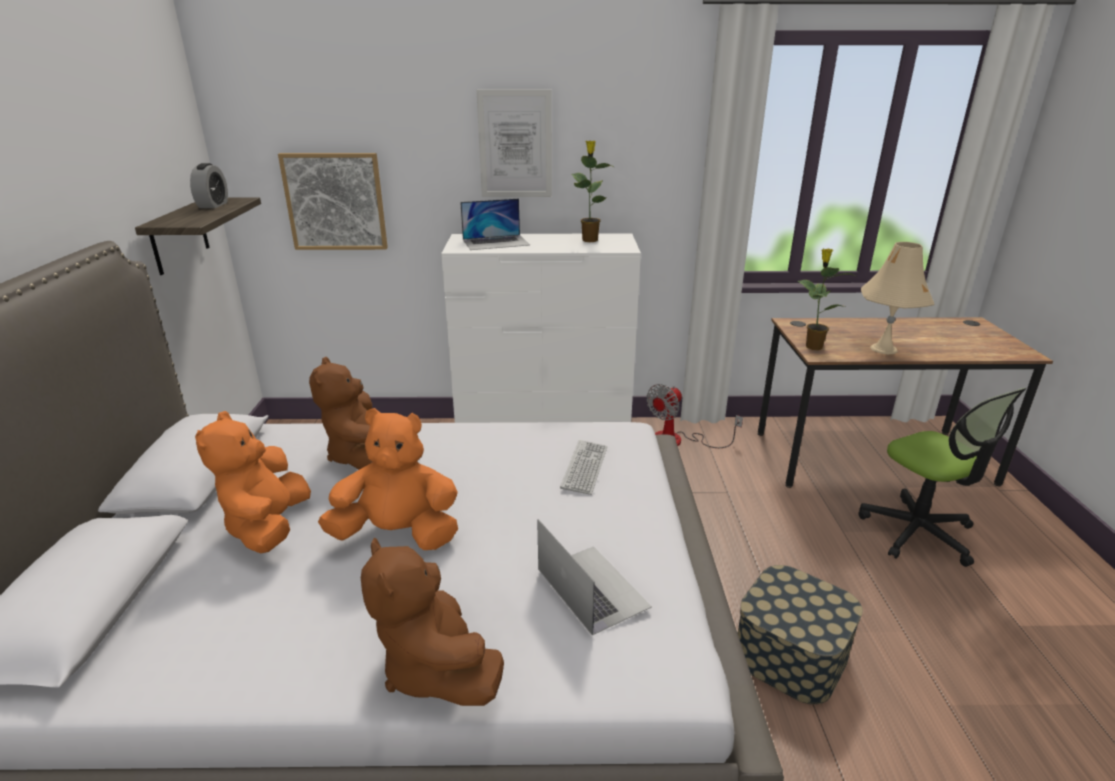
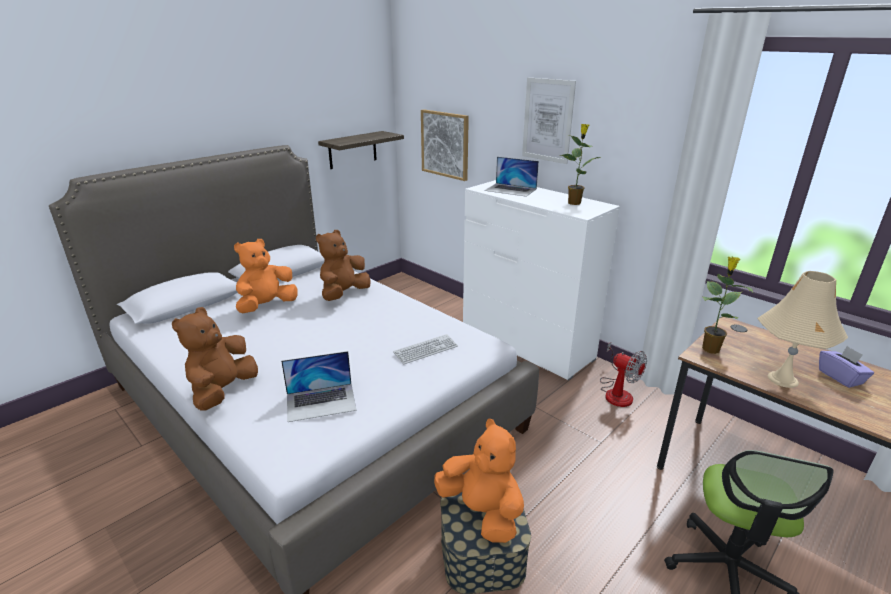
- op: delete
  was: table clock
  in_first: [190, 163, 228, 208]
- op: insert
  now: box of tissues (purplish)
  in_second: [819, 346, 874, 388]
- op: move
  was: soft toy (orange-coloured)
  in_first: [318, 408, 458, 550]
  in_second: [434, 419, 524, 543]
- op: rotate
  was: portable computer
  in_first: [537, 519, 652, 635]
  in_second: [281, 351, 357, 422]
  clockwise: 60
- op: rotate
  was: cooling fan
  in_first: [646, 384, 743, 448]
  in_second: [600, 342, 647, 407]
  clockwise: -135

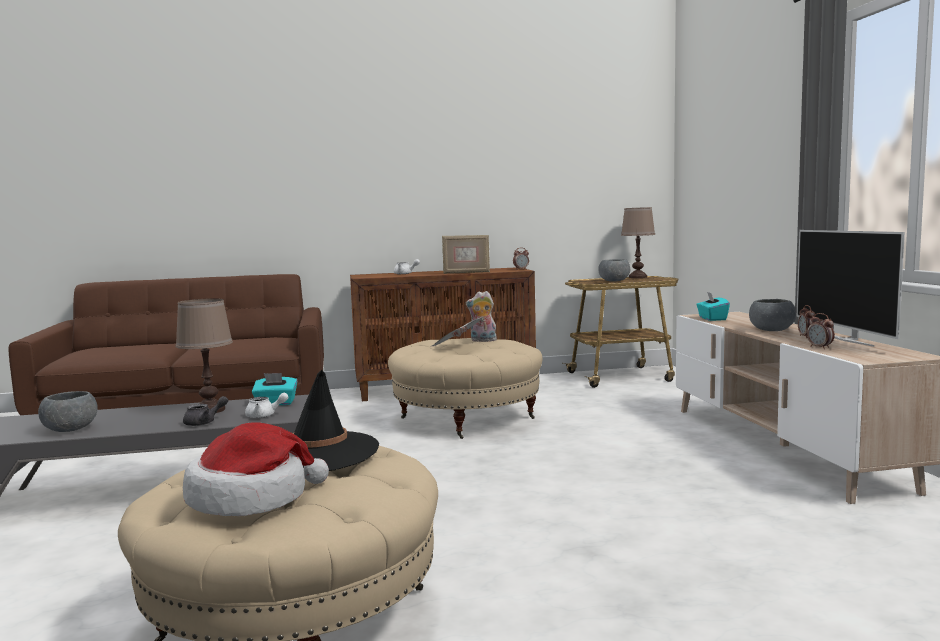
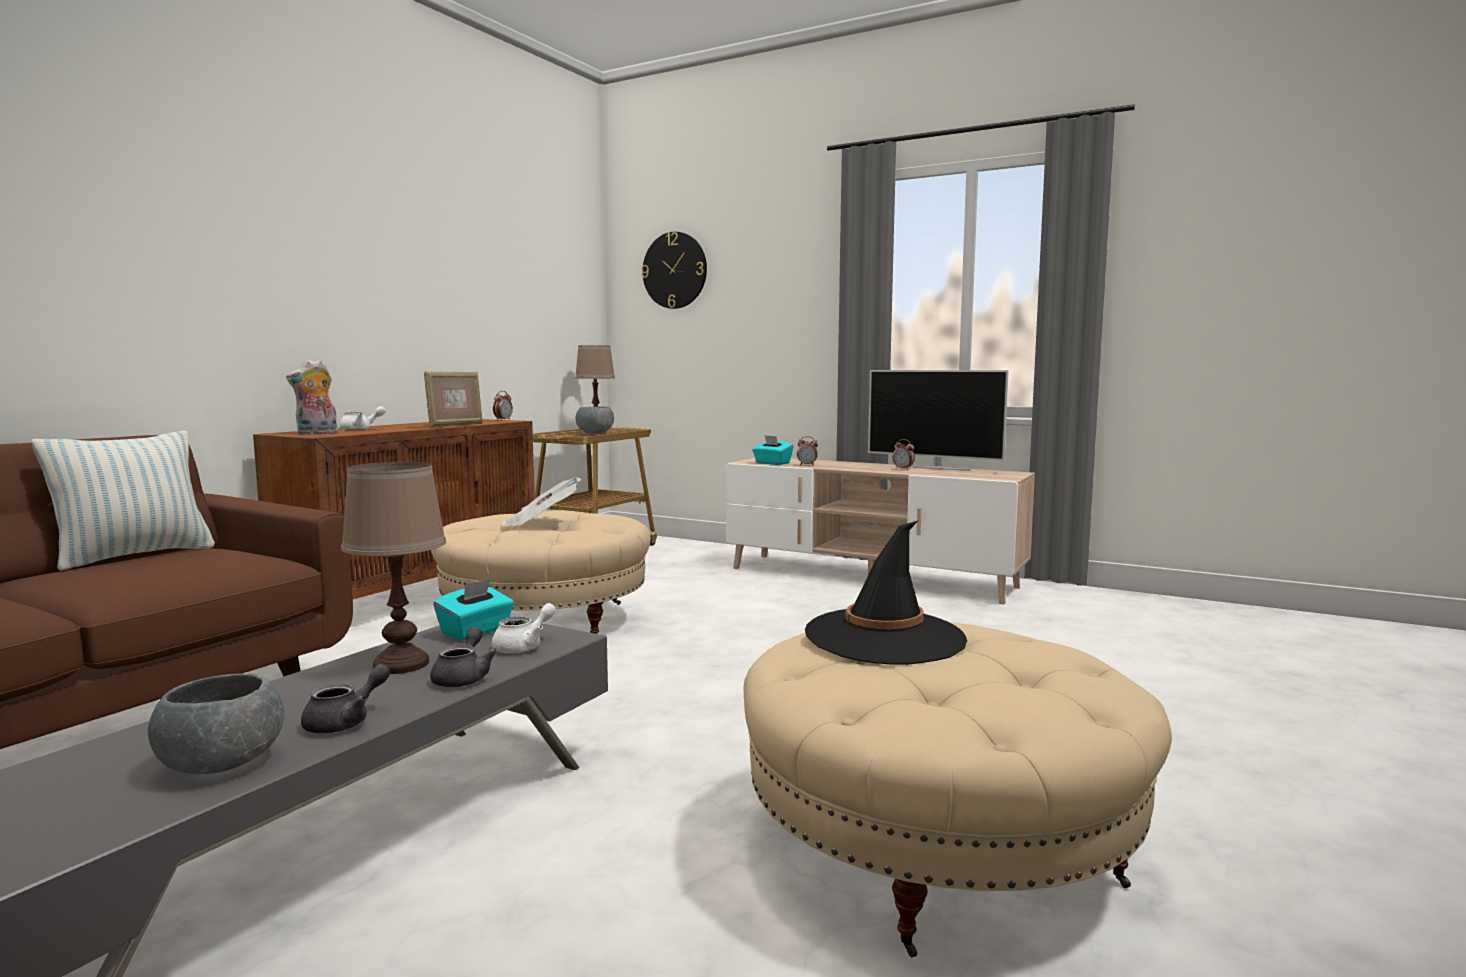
- op: delete
  was: clothing hat
  in_first: [183, 422, 329, 516]
- op: delete
  was: deep dish (grey)
  in_first: [749, 299, 797, 331]
- op: insert
  now: pillow
  in_second: [32, 431, 215, 571]
- op: insert
  now: tea pot (grey)
  in_second: [301, 664, 390, 733]
- op: insert
  now: hanging clock
  in_second: [641, 232, 707, 309]
- op: move
  was: soft toy
  in_first: [466, 291, 497, 342]
  in_second: [286, 359, 338, 435]
- op: move
  was: table clock
  in_first: [807, 313, 835, 349]
  in_second: [797, 436, 818, 466]

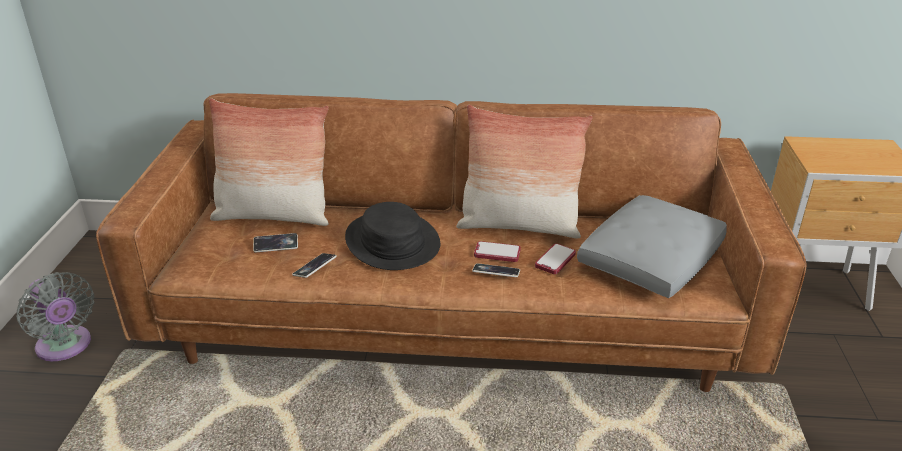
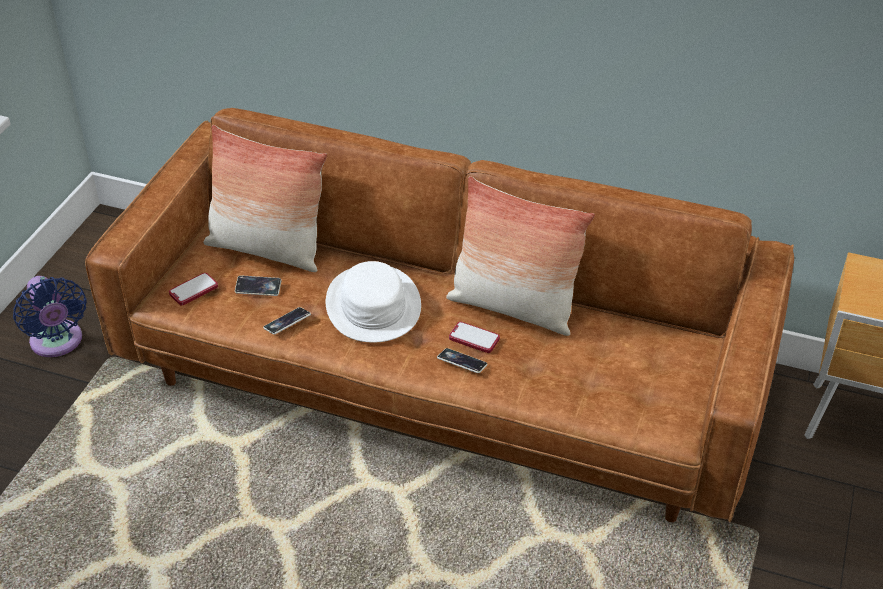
- op: delete
  was: pillow (grey)
  in_first: [577, 195, 727, 298]
- op: move
  was: phone
  in_first: [535, 244, 576, 274]
  in_second: [169, 273, 218, 305]
- op: recolor
  was: cooling fan (grey)
  now: cooling fan (bluish)
  in_first: [16, 272, 95, 361]
  in_second: [13, 276, 87, 357]
- op: recolor
  was: clothing hat (blackish)
  now: clothing hat (whitish)
  in_first: [345, 202, 440, 270]
  in_second: [326, 261, 421, 343]

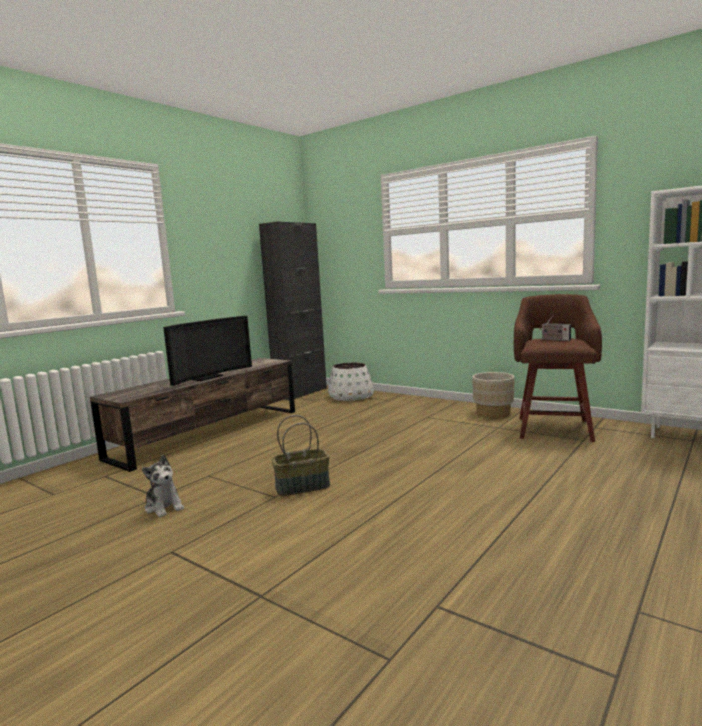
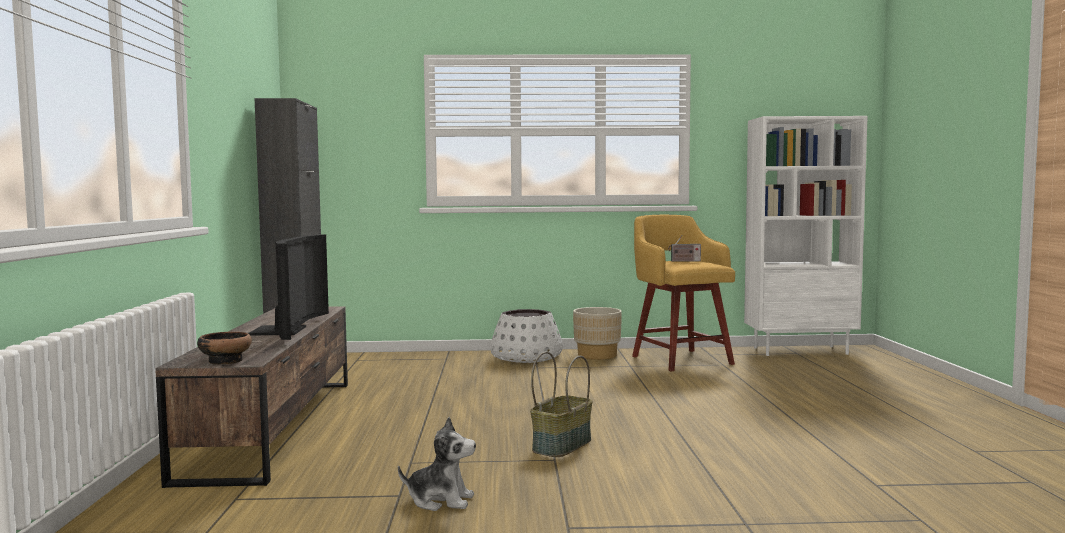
- op: insert
  now: deep dish
  in_second: [197, 332, 252, 365]
- op: move
  was: flower pot (whitish)
  in_first: [328, 362, 374, 401]
  in_second: [490, 309, 563, 363]
- op: recolor
  was: sitting stool (brown)
  now: sitting stool (yellow-coloured)
  in_first: [514, 294, 602, 442]
  in_second: [632, 215, 735, 371]

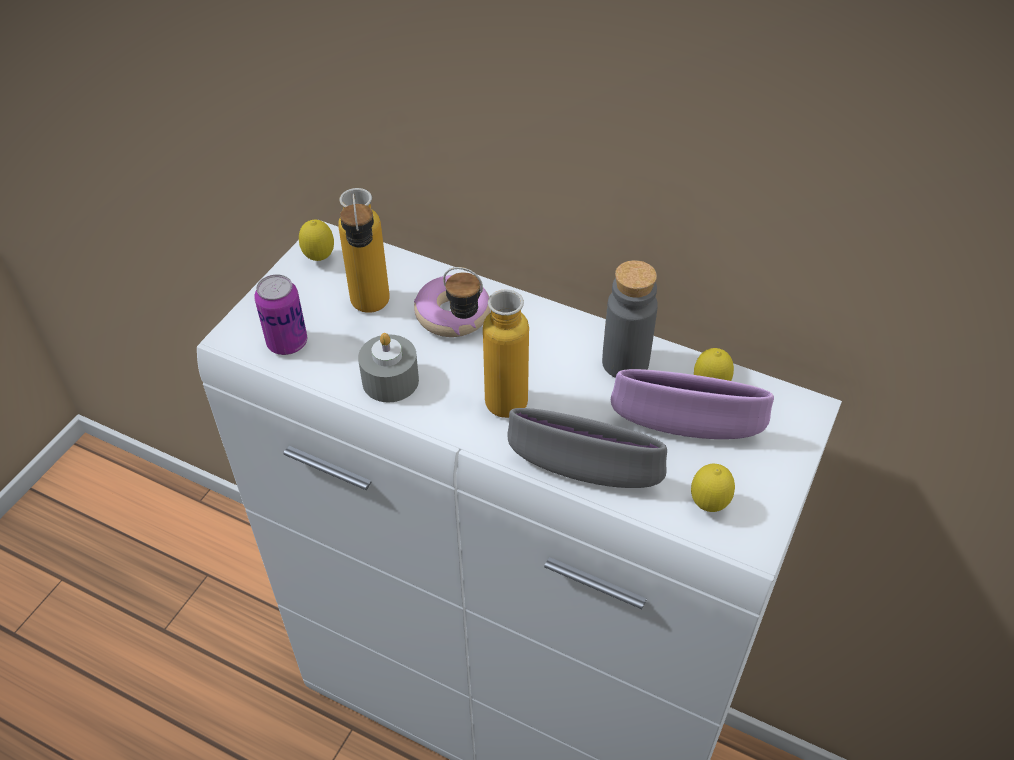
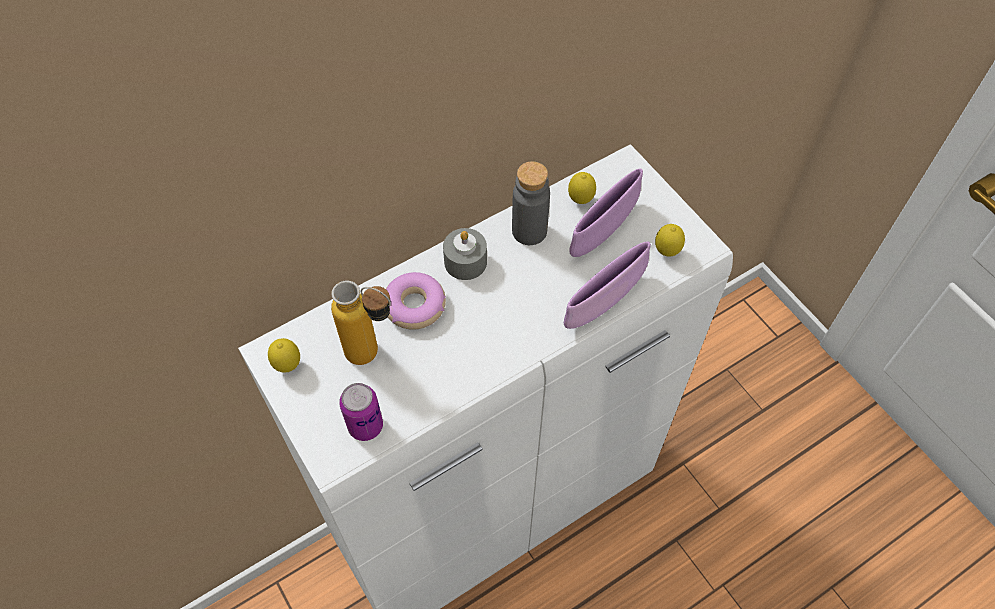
- op: delete
  was: drink bottle
  in_first: [443, 267, 529, 418]
- op: move
  was: wax candle (grey)
  in_first: [358, 333, 419, 403]
  in_second: [443, 228, 487, 280]
- op: recolor
  was: deep dish (grey)
  now: deep dish (purplish)
  in_first: [507, 408, 667, 488]
  in_second: [564, 241, 651, 329]

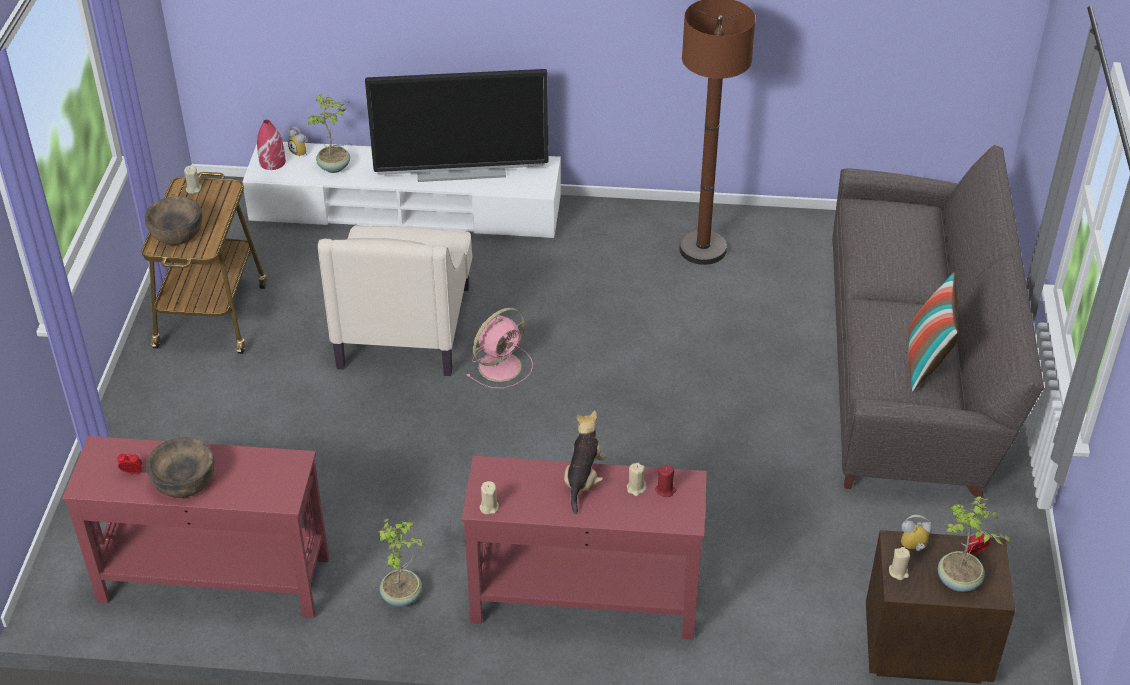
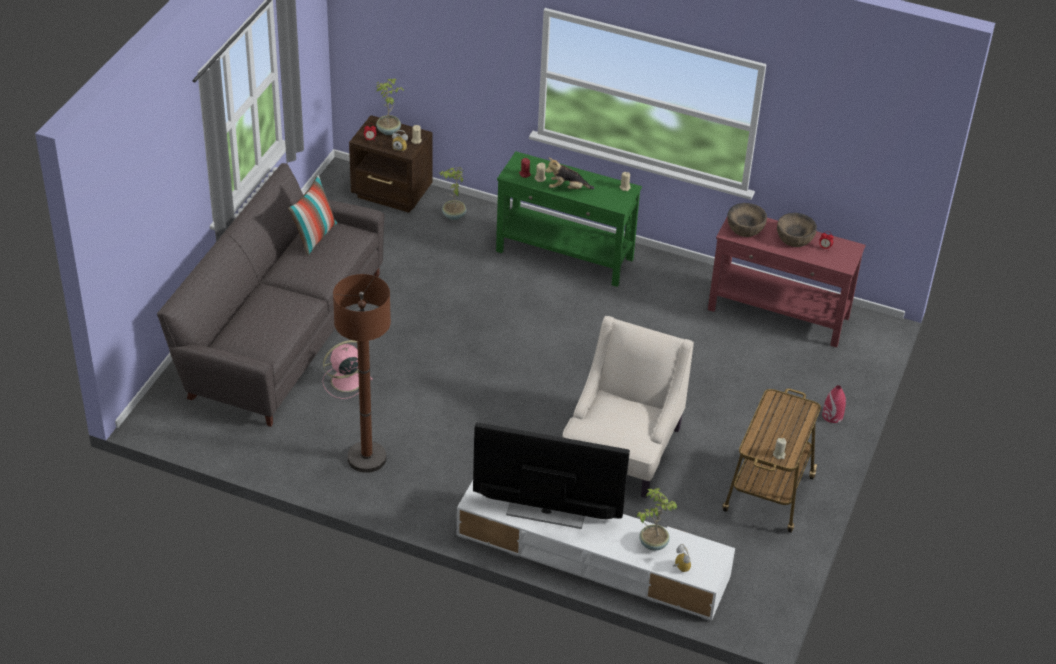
- op: move
  was: deep dish (brown)
  in_first: [144, 196, 202, 245]
  in_second: [728, 203, 767, 237]
- op: move
  was: vase (red)
  in_first: [257, 120, 286, 170]
  in_second: [822, 385, 846, 423]
- op: move
  was: potted plant
  in_first: [378, 518, 425, 607]
  in_second: [439, 167, 466, 220]
- op: move
  was: cooling fan (pinkish)
  in_first: [466, 308, 533, 388]
  in_second: [322, 340, 373, 399]
- op: recolor
  was: narrow table (red)
  now: narrow table (green-coloured)
  in_first: [462, 455, 707, 639]
  in_second: [496, 151, 642, 287]
- op: rotate
  was: soft toy
  in_first: [564, 410, 605, 514]
  in_second: [545, 158, 594, 189]
  clockwise: 60

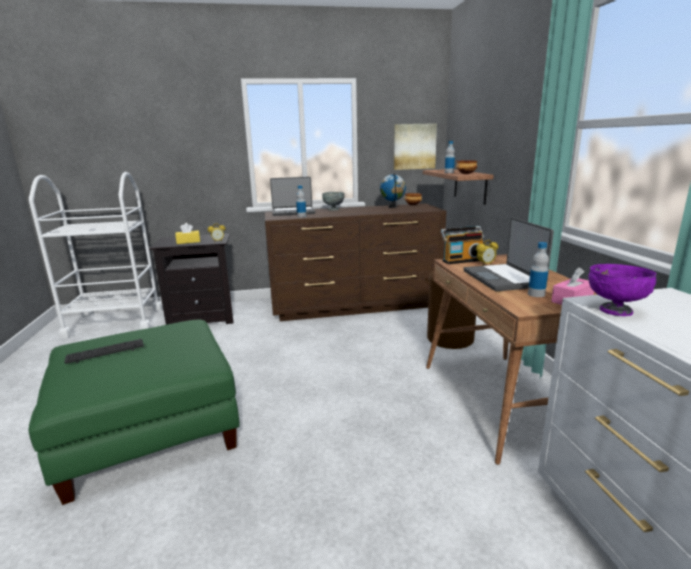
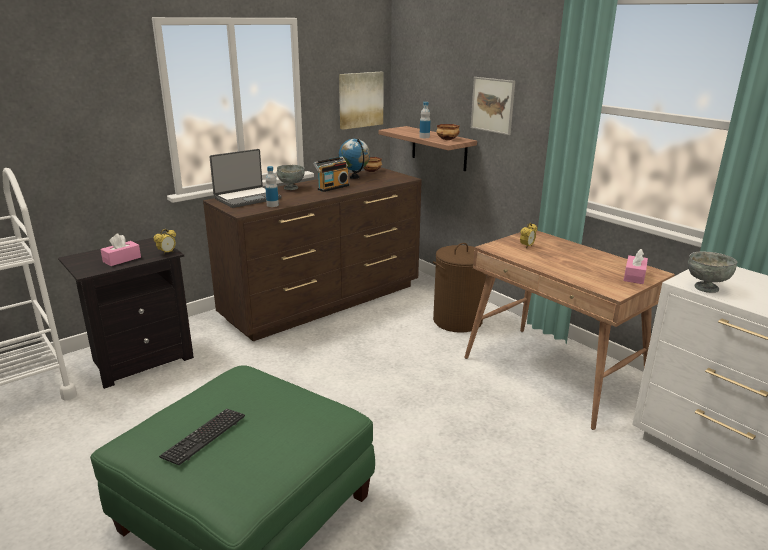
- op: delete
  was: portable computer
  in_first: [463, 218, 554, 291]
- op: delete
  was: drink bottle
  in_first: [528, 242, 549, 297]
- op: insert
  now: picture
  in_second: [471, 77, 515, 135]
- op: move
  was: radio set
  in_first: [441, 226, 484, 264]
  in_second: [313, 156, 349, 192]
- op: recolor
  was: box of tissues (yellow-coloured)
  now: box of tissues (pinkish)
  in_first: [175, 223, 200, 244]
  in_second: [100, 234, 141, 266]
- op: recolor
  was: deep dish (purplish)
  now: deep dish (grey)
  in_first: [588, 264, 656, 316]
  in_second: [688, 252, 737, 293]

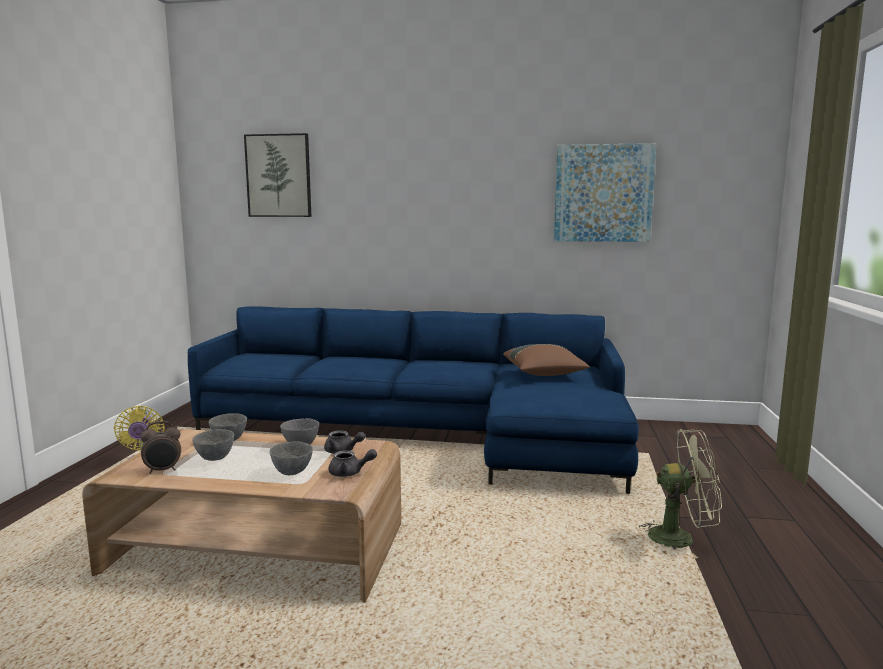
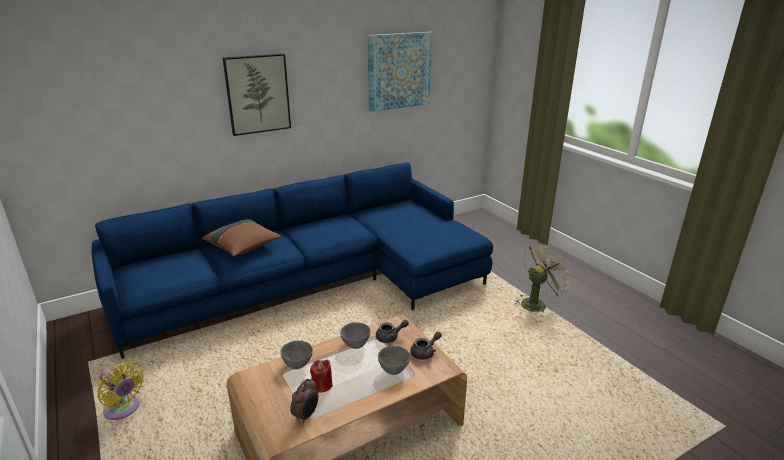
- op: move
  was: picture
  in_first: [244, 133, 311, 217]
  in_second: [223, 54, 291, 136]
- op: move
  was: pillow (brown)
  in_first: [503, 344, 590, 376]
  in_second: [202, 219, 281, 257]
- op: replace
  was: deep dish (grey)
  now: wax candle (red)
  in_first: [192, 429, 234, 461]
  in_second: [310, 360, 333, 393]

